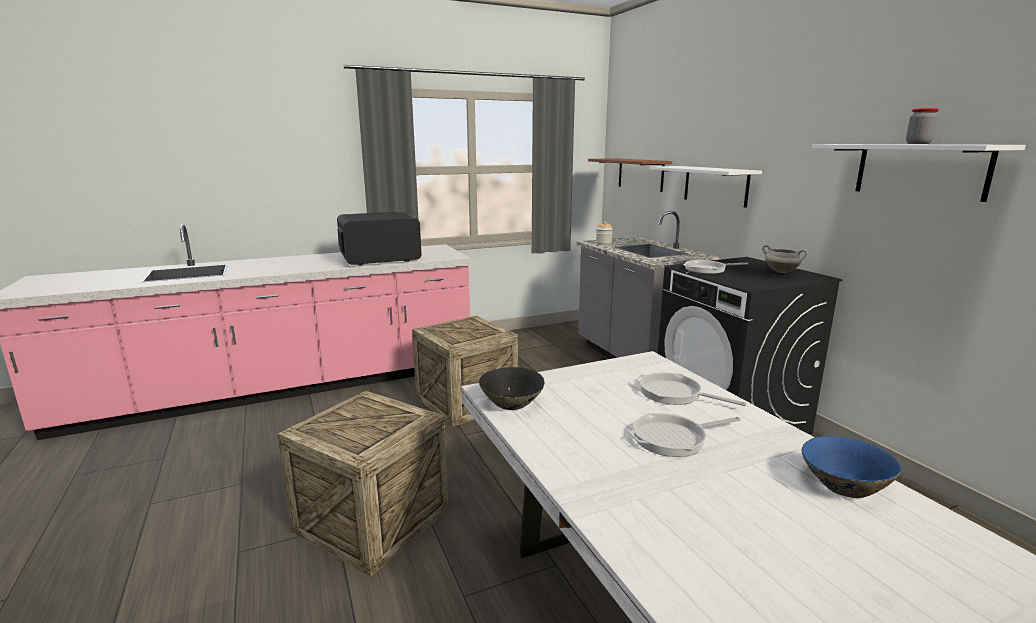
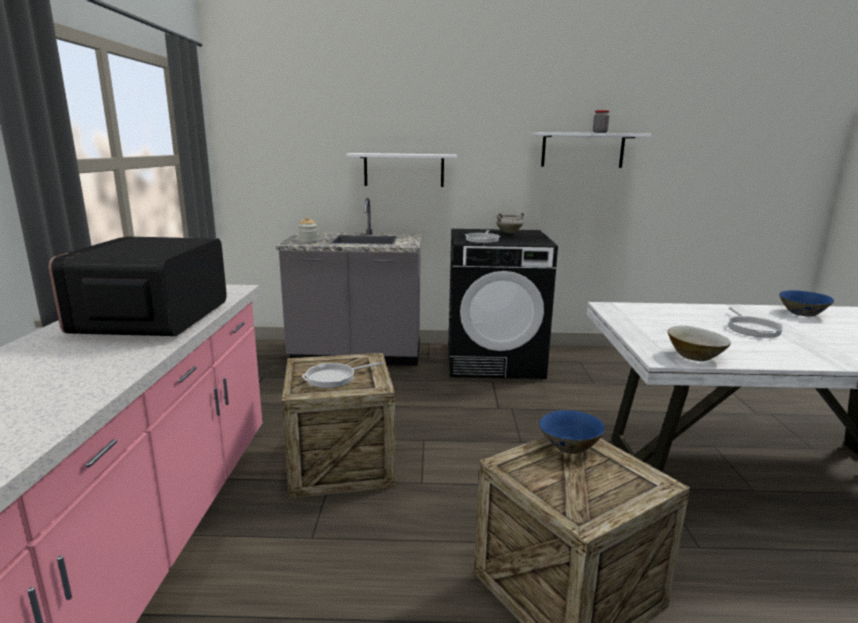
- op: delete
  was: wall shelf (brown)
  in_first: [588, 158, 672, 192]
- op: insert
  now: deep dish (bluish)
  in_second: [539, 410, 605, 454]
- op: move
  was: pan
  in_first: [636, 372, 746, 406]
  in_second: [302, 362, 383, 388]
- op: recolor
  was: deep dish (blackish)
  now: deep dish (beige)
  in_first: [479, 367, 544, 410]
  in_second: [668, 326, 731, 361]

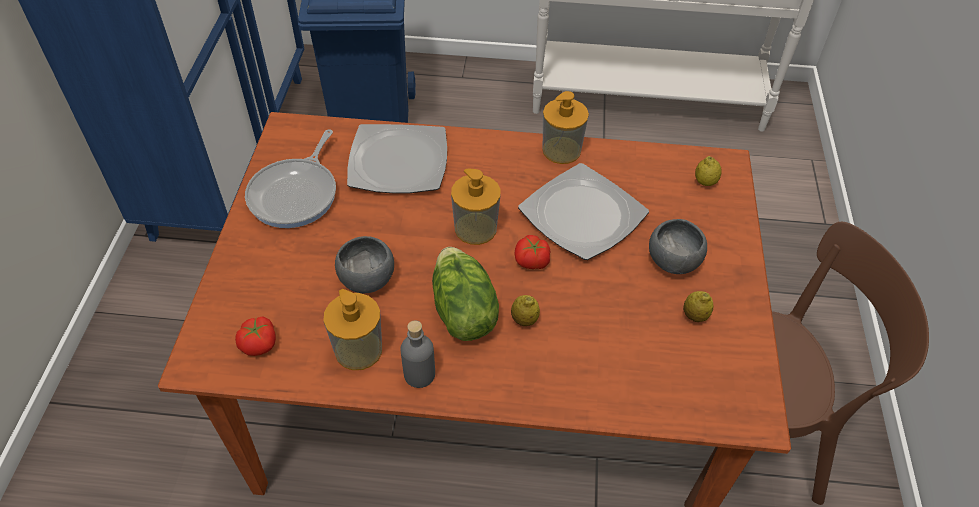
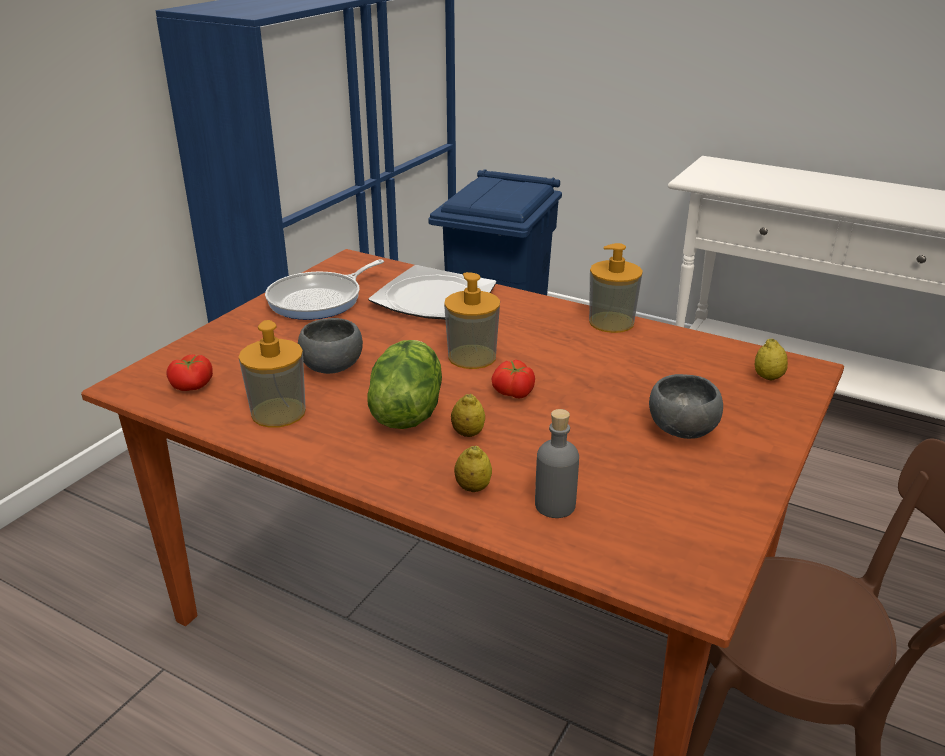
- op: delete
  was: flat dish
  in_first: [518, 163, 649, 260]
- op: move
  was: drink bottle (grey)
  in_first: [401, 320, 435, 388]
  in_second: [535, 409, 579, 518]
- op: move
  was: citrus fruit
  in_first: [683, 291, 714, 322]
  in_second: [454, 446, 492, 492]

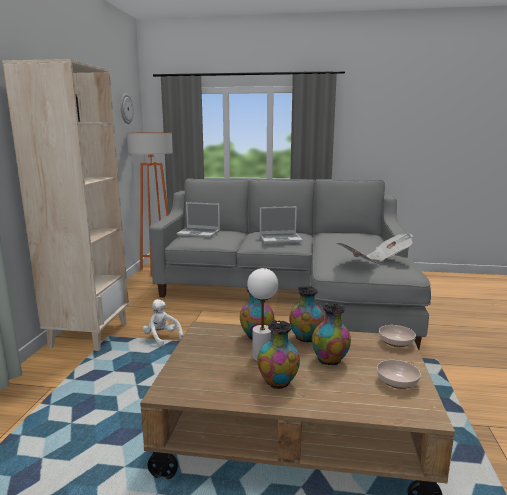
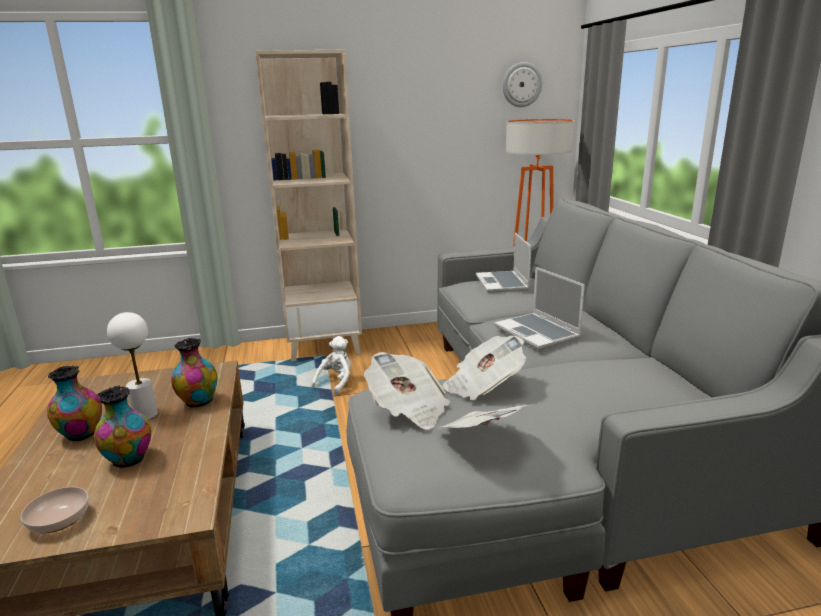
- op: delete
  was: vase
  in_first: [289, 286, 324, 342]
- op: delete
  was: deep dish
  in_first: [379, 325, 416, 347]
- op: insert
  now: newspaper
  in_second: [443, 336, 526, 400]

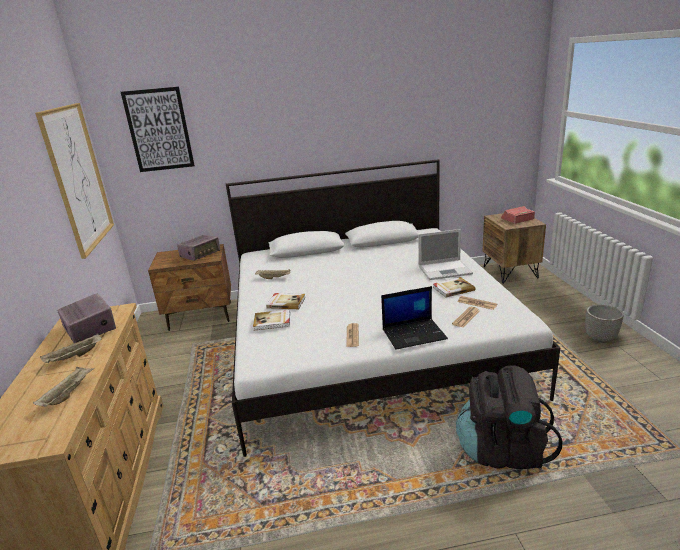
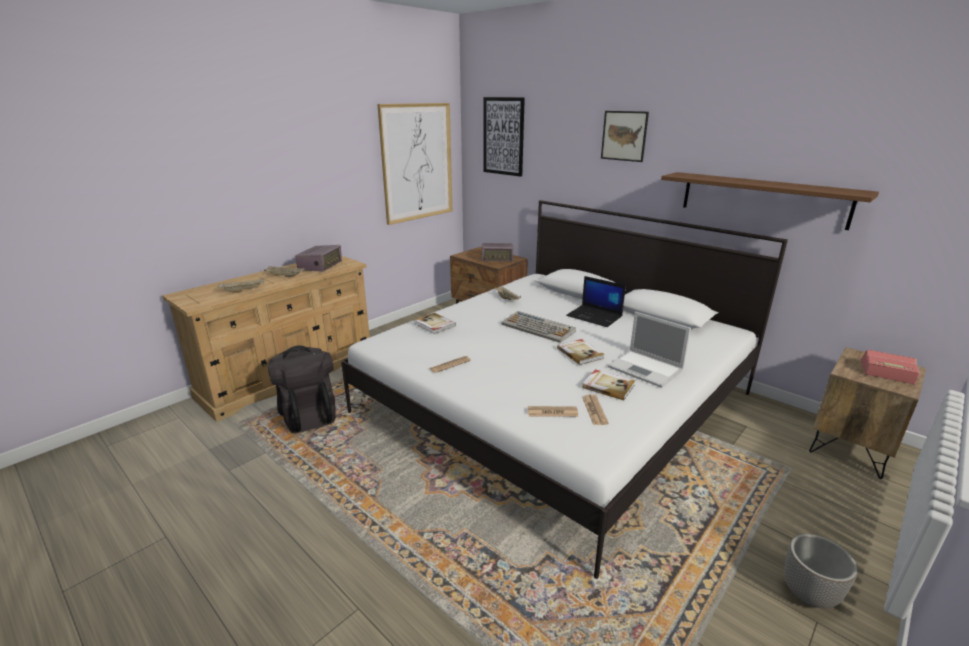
- op: insert
  now: computer keyboard
  in_second: [502, 311, 576, 343]
- op: insert
  now: picture
  in_second: [601, 111, 649, 162]
- op: insert
  now: wall shelf (brown)
  in_second: [661, 172, 879, 230]
- op: move
  was: volume
  in_first: [266, 293, 306, 309]
  in_second: [557, 339, 605, 365]
- op: move
  was: portable computer
  in_first: [381, 286, 448, 350]
  in_second: [566, 276, 626, 327]
- op: move
  was: backpack (blackish)
  in_first: [456, 365, 562, 469]
  in_second: [268, 345, 336, 434]

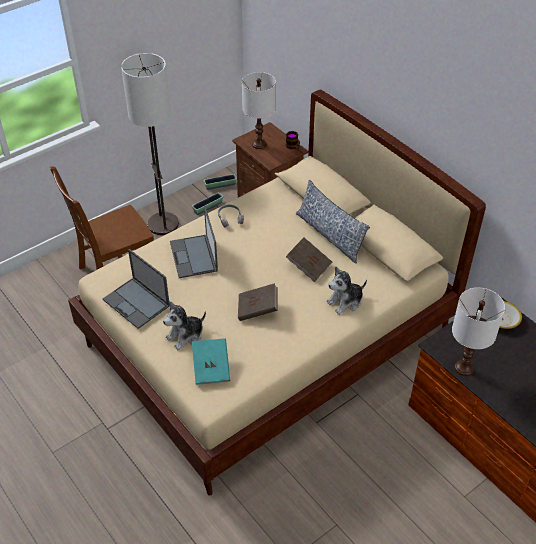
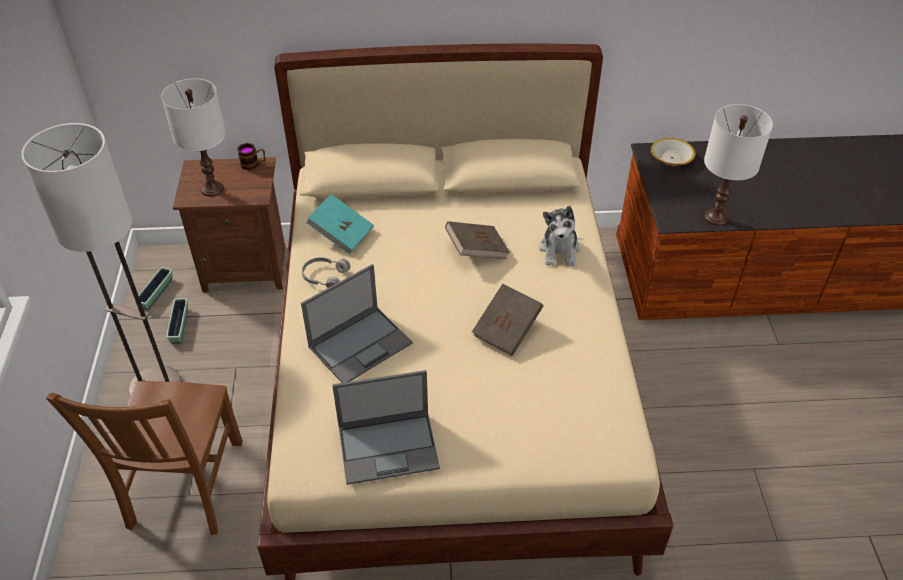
- op: delete
  was: soft toy
  in_first: [163, 301, 206, 350]
- op: delete
  was: pillow
  in_first: [295, 180, 370, 264]
- op: move
  was: volume (blue-green)
  in_first: [192, 338, 230, 385]
  in_second: [306, 194, 374, 254]
- op: rotate
  was: portable computer
  in_first: [170, 206, 218, 278]
  in_second: [301, 264, 413, 383]
  clockwise: -60

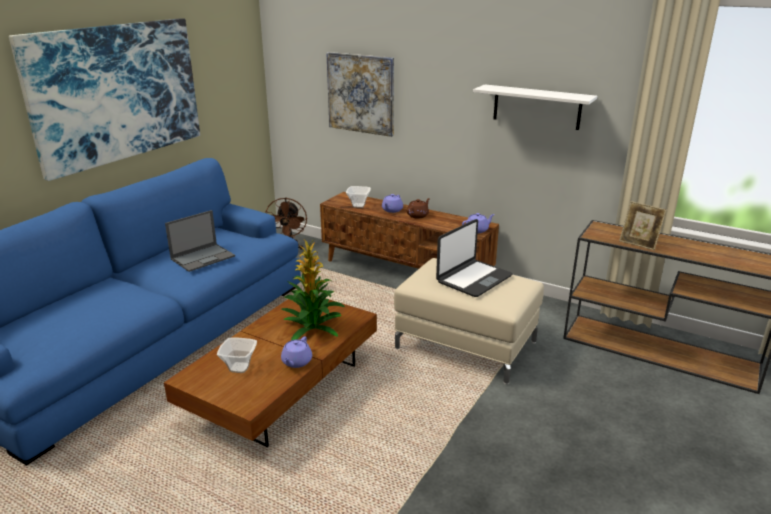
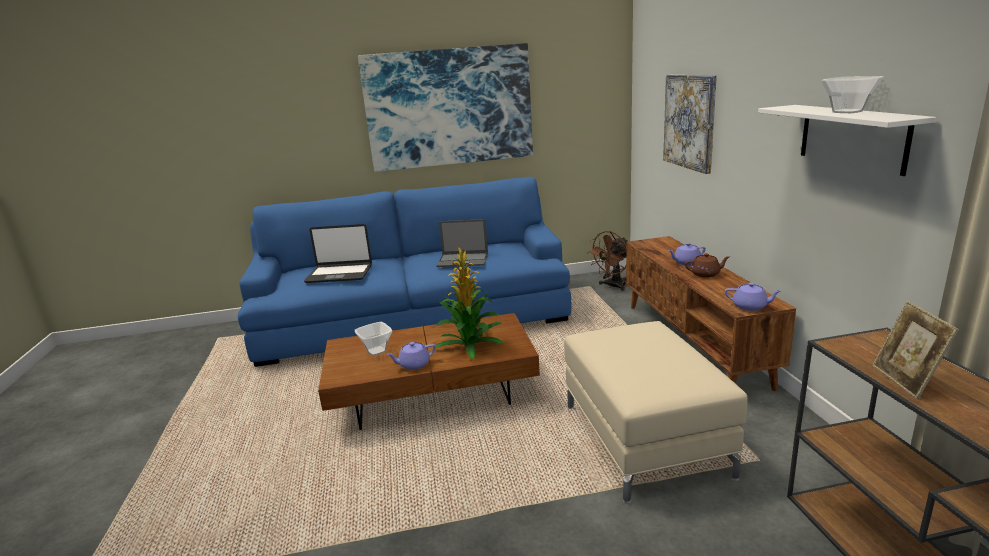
- op: move
  was: deep dish
  in_first: [346, 186, 371, 208]
  in_second: [821, 76, 884, 113]
- op: move
  was: portable computer
  in_first: [436, 219, 513, 297]
  in_second: [304, 224, 372, 283]

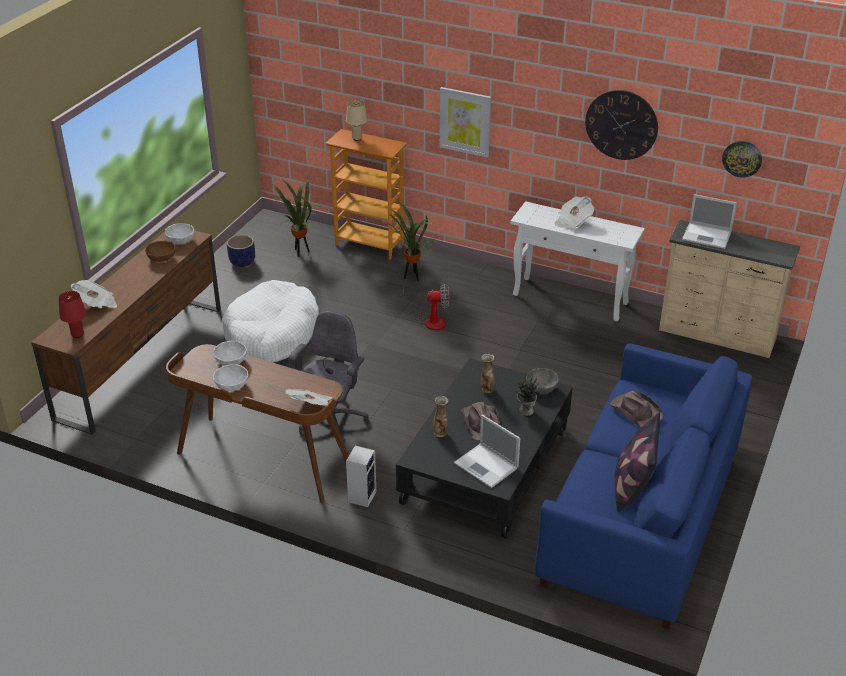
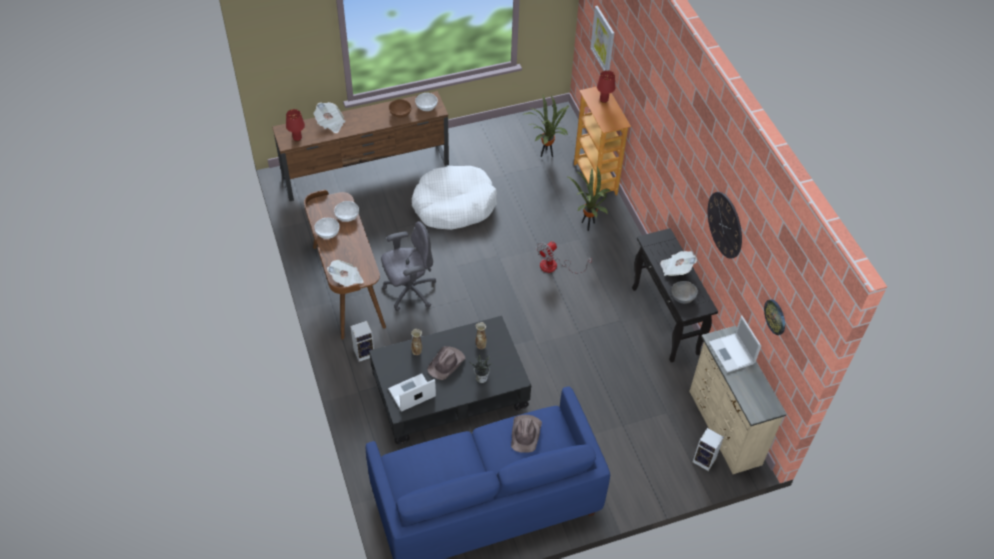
- op: delete
  was: flower pot
  in_first: [227, 235, 255, 267]
- op: delete
  was: pillow
  in_first: [614, 412, 660, 512]
- op: insert
  now: speaker
  in_second: [693, 428, 724, 471]
- op: move
  was: picture
  in_first: [440, 87, 491, 158]
  in_second: [590, 6, 614, 71]
- op: move
  was: deep dish (grey)
  in_first: [526, 368, 559, 394]
  in_second: [671, 281, 698, 303]
- op: recolor
  was: tabletop lamp (beige)
  now: tabletop lamp (red)
  in_first: [346, 100, 367, 141]
  in_second: [597, 70, 615, 103]
- op: recolor
  was: narrow table (whitish)
  now: narrow table (blackish)
  in_first: [510, 201, 645, 322]
  in_second: [632, 228, 718, 363]
- op: rotate
  was: cooling fan
  in_first: [403, 283, 450, 330]
  in_second: [537, 241, 592, 274]
  clockwise: 90
- op: rotate
  was: portable computer
  in_first: [454, 414, 520, 488]
  in_second: [388, 373, 436, 411]
  clockwise: 60

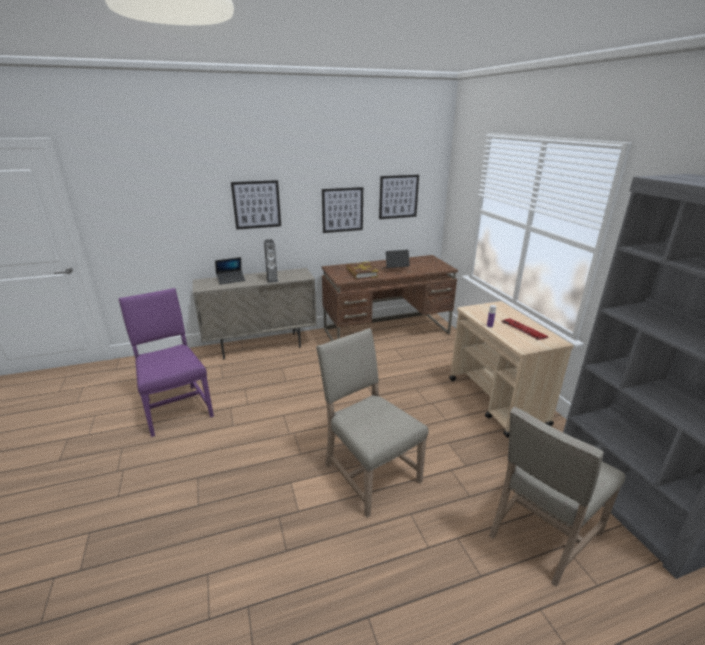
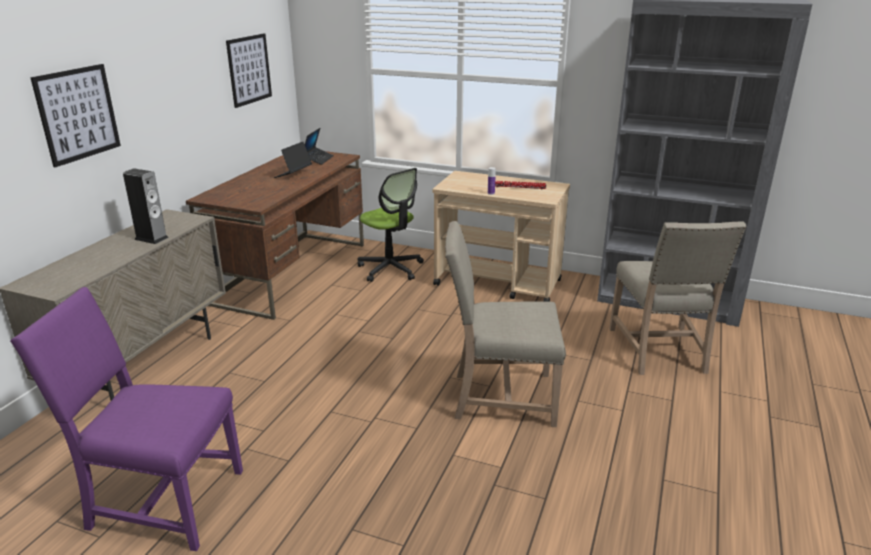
- op: delete
  was: picture
  in_first: [322, 187, 363, 233]
- op: delete
  was: volume
  in_first: [346, 262, 378, 279]
- op: insert
  now: office chair
  in_second: [357, 168, 424, 282]
- op: move
  was: portable computer
  in_first: [215, 257, 246, 285]
  in_second: [305, 128, 334, 165]

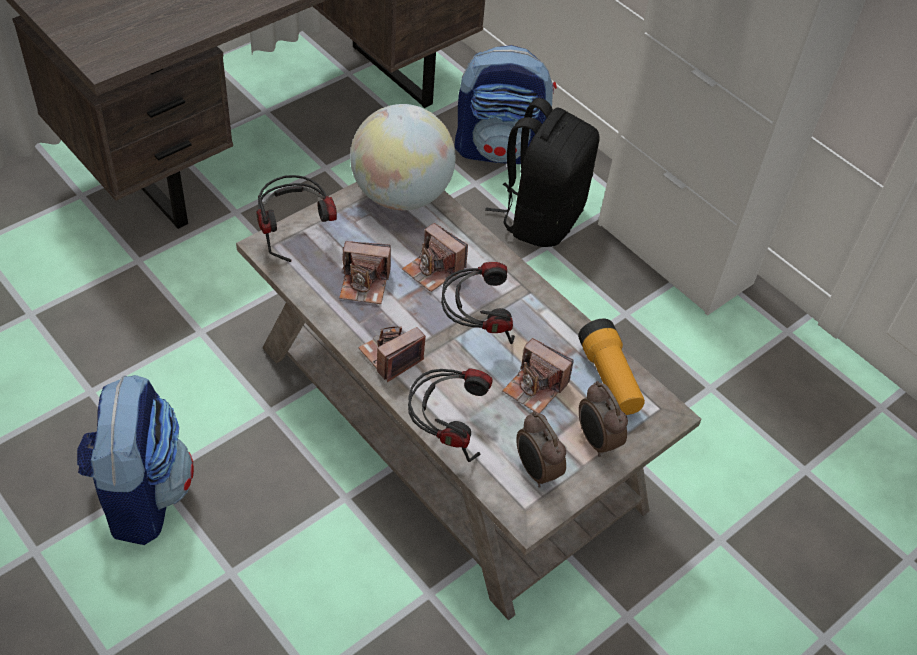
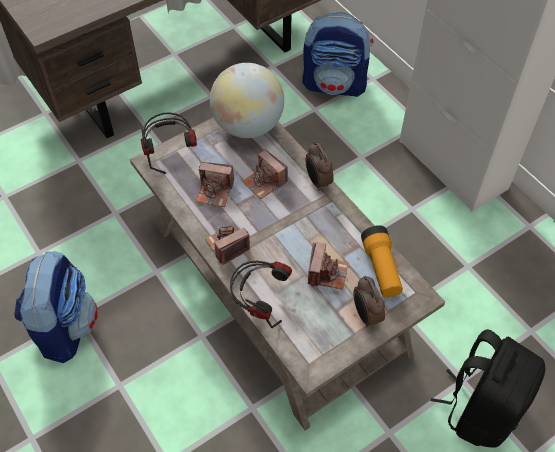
- op: delete
  was: pair of headphones
  in_first: [441, 262, 515, 344]
- op: move
  was: backpack (blackish)
  in_first: [485, 98, 600, 247]
  in_second: [431, 329, 545, 448]
- op: move
  was: table clock
  in_first: [517, 411, 566, 488]
  in_second: [305, 141, 334, 191]
- op: rotate
  was: photo camera
  in_first: [502, 338, 574, 413]
  in_second: [308, 242, 348, 290]
  clockwise: -120

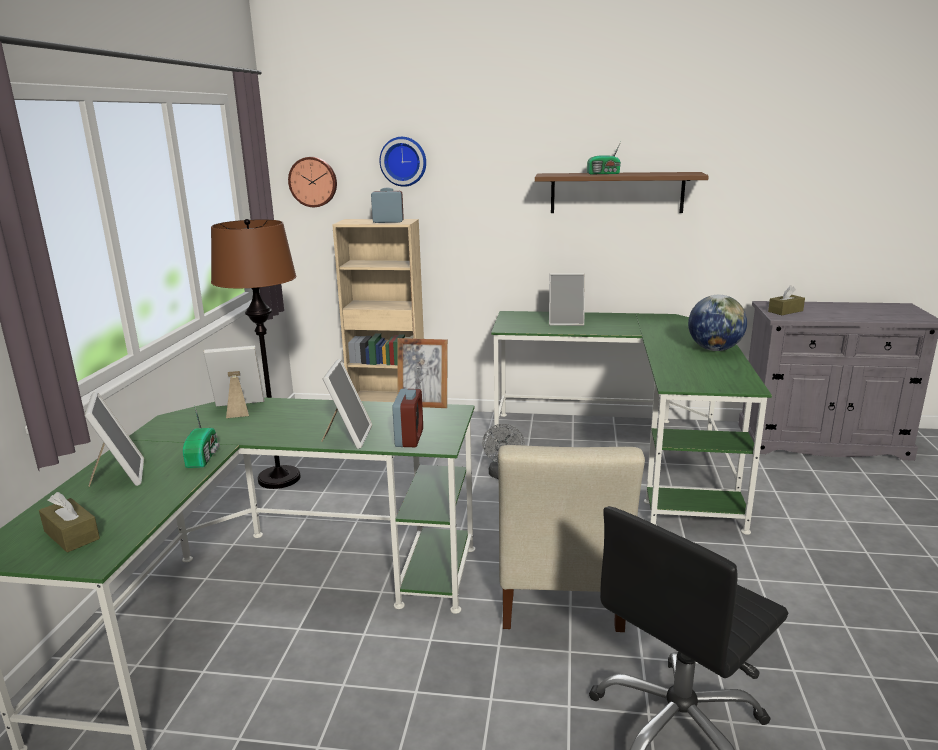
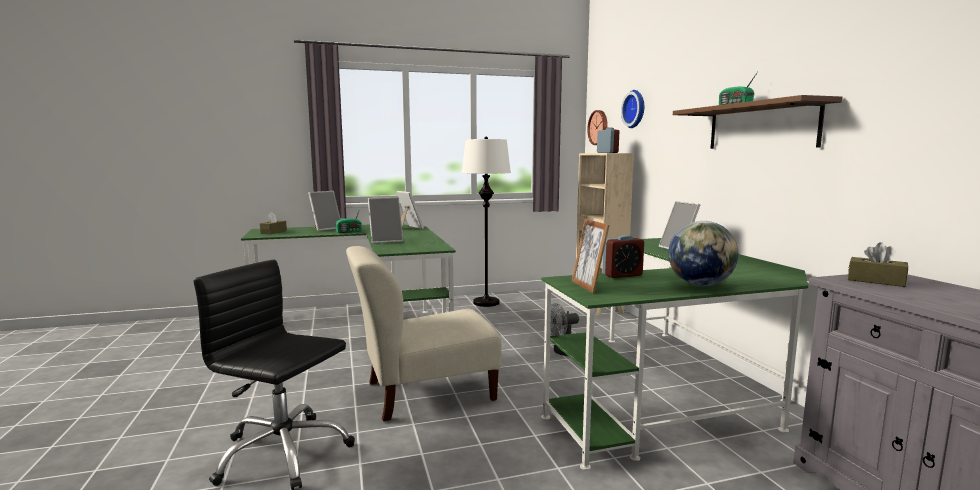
- op: move
  was: table clock
  in_first: [392, 389, 423, 447]
  in_second: [602, 235, 644, 278]
- op: move
  was: picture frame
  in_first: [397, 338, 448, 408]
  in_second: [572, 219, 610, 293]
- op: recolor
  was: standing lamp (brown)
  now: standing lamp (whitish)
  in_first: [211, 219, 301, 489]
  in_second: [461, 136, 511, 307]

